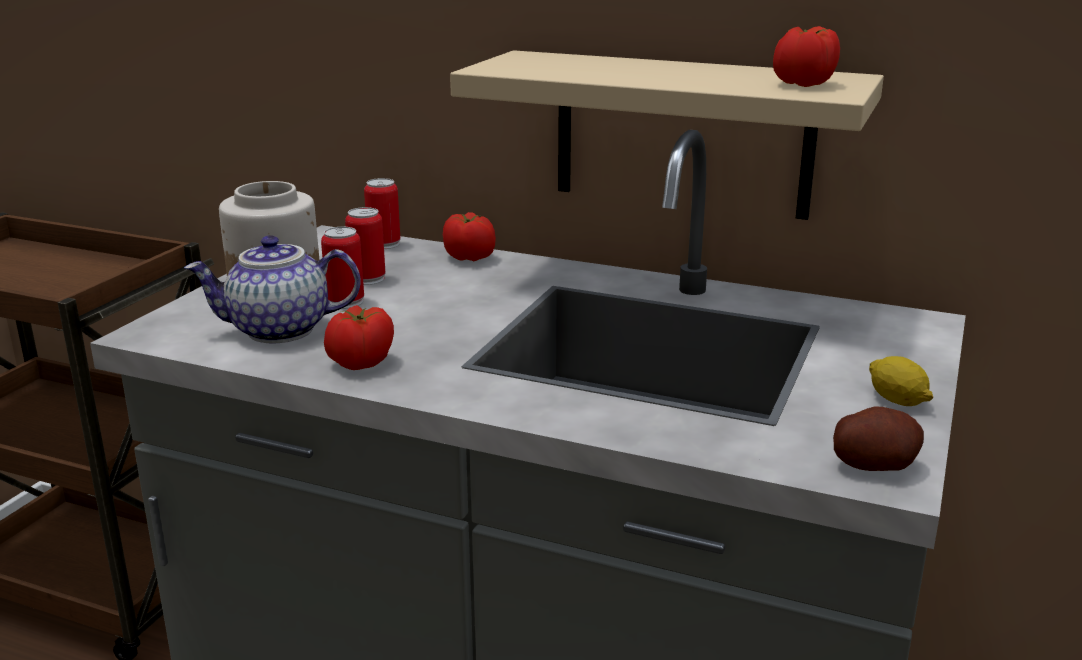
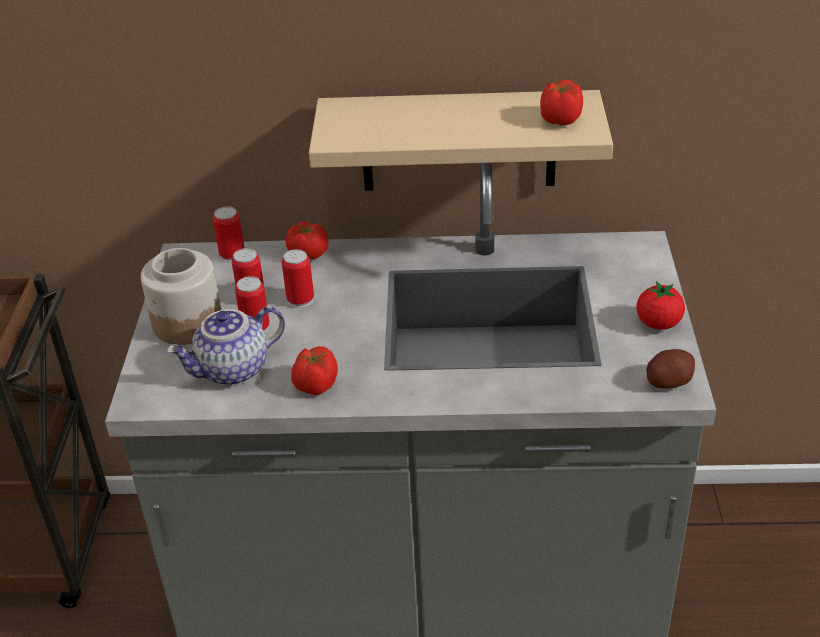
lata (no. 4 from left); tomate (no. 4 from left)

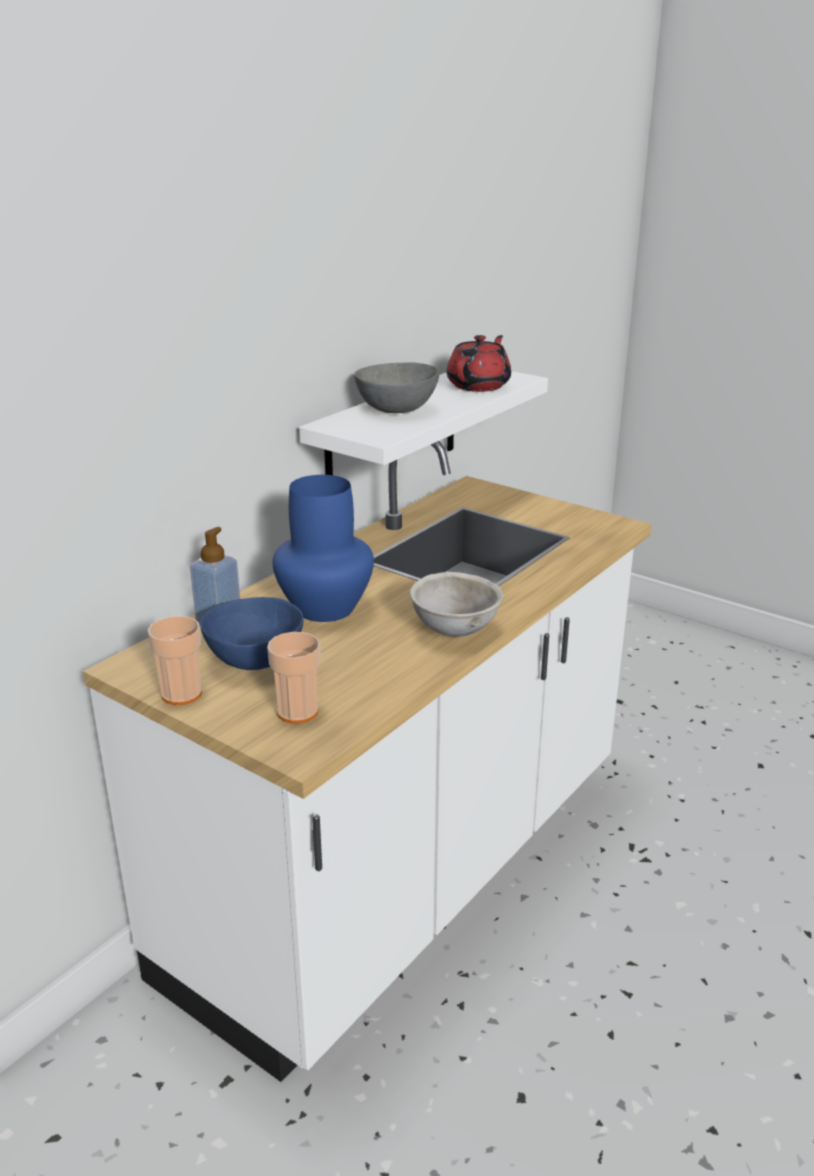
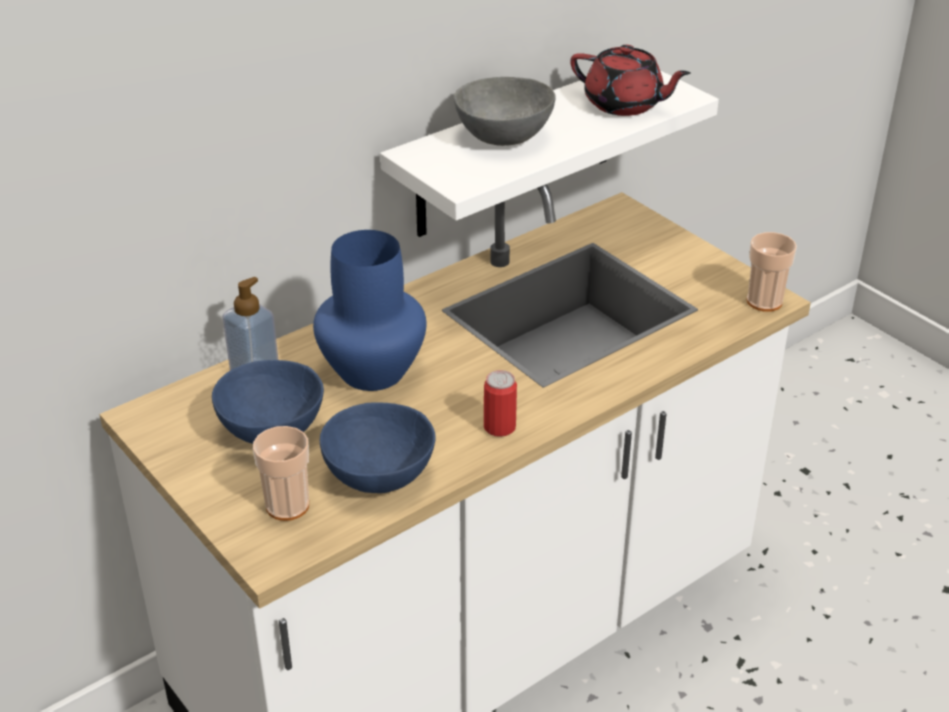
cuenco [azul] (no. 2 from left); taza (no. 2 from left); lata; tetera [rojo]

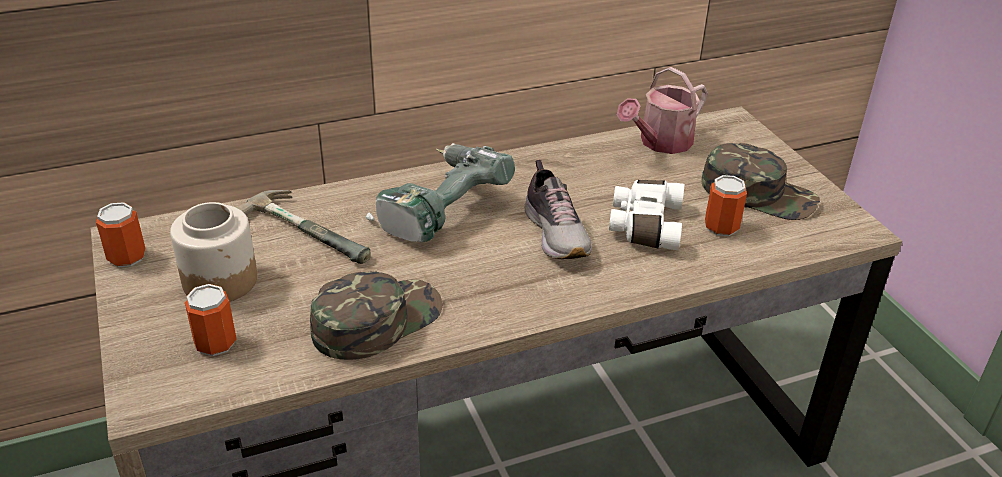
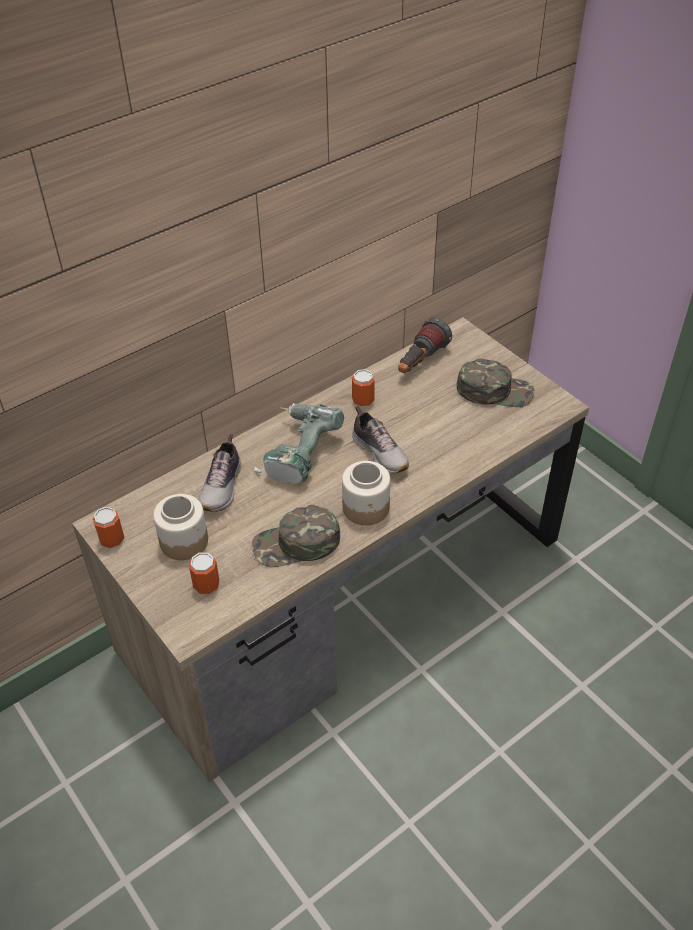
prismáticos [blanco]; tarro (no. 2 from left); lata (no. 3 from left); zapato (no. 1 from left); linterna; gorra [verde] (no. 1 from left)

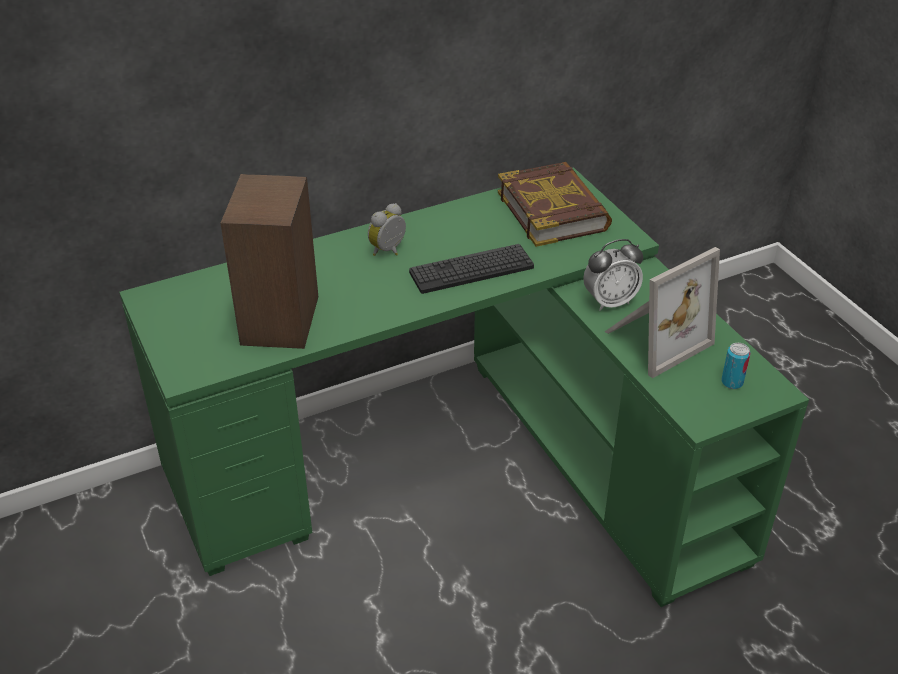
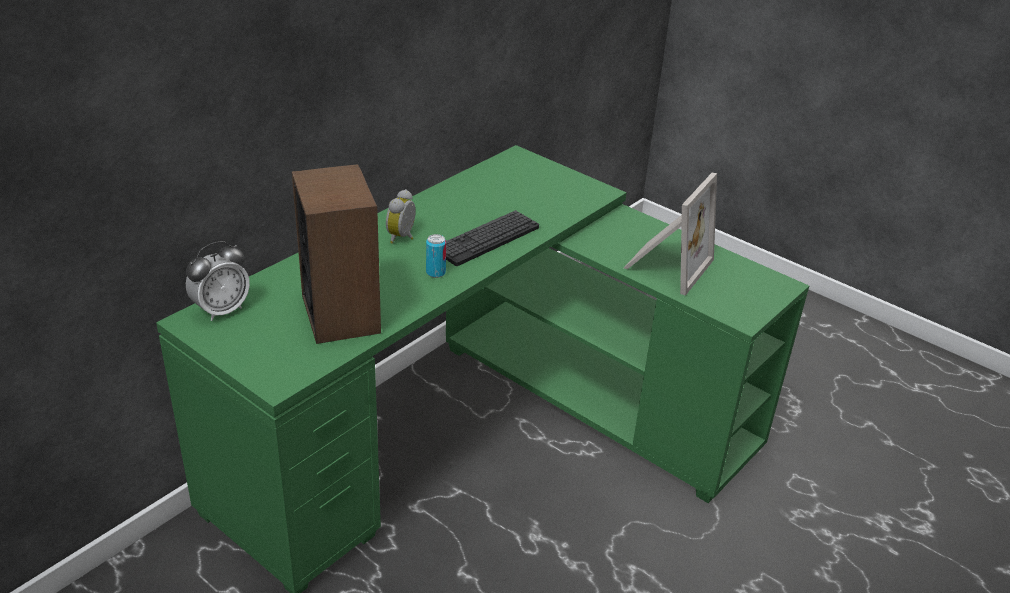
libro; despertador (no. 1 from left); lata

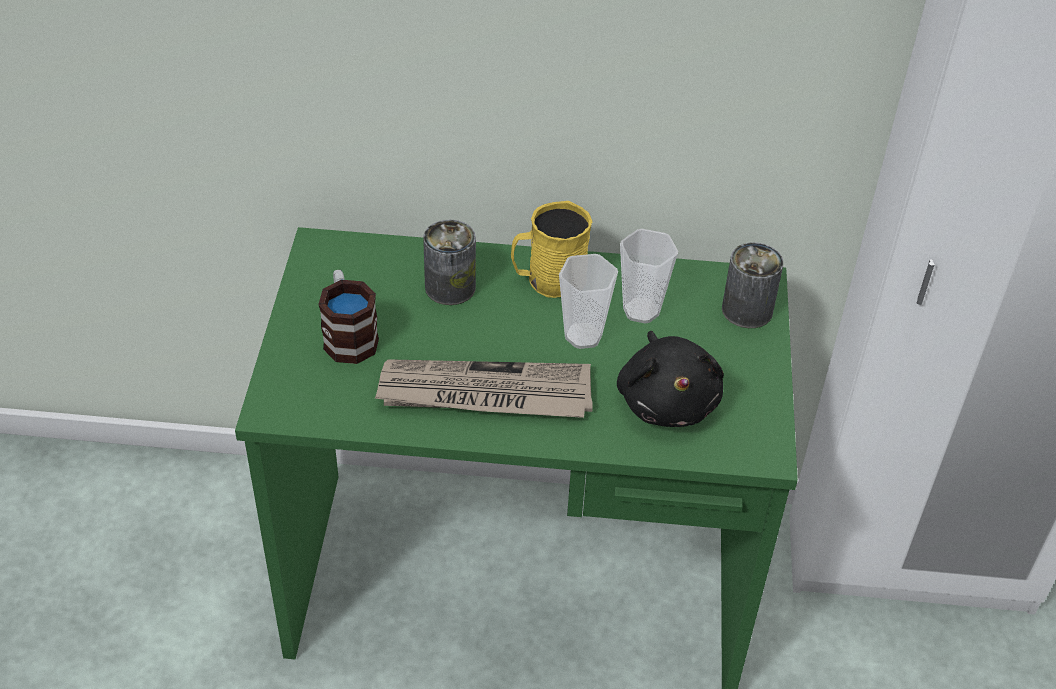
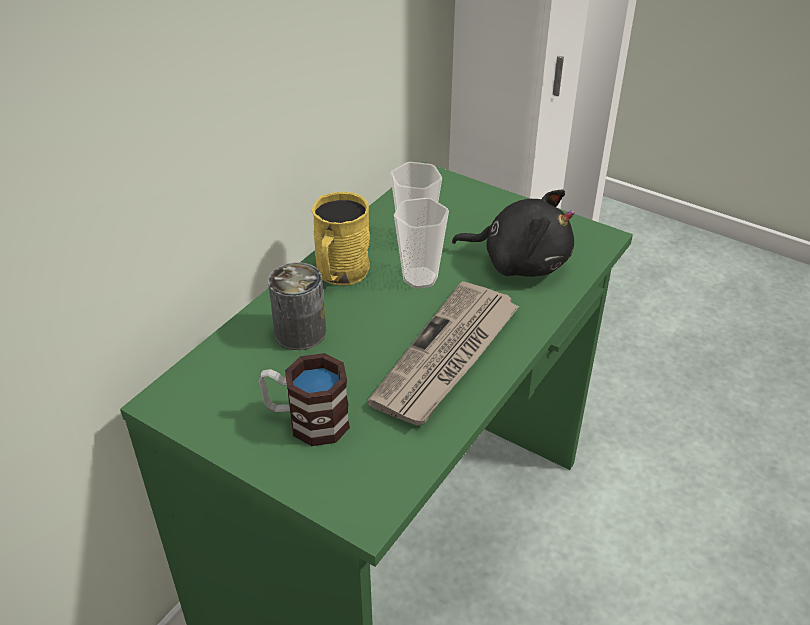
lata (no. 2 from left in the first image)

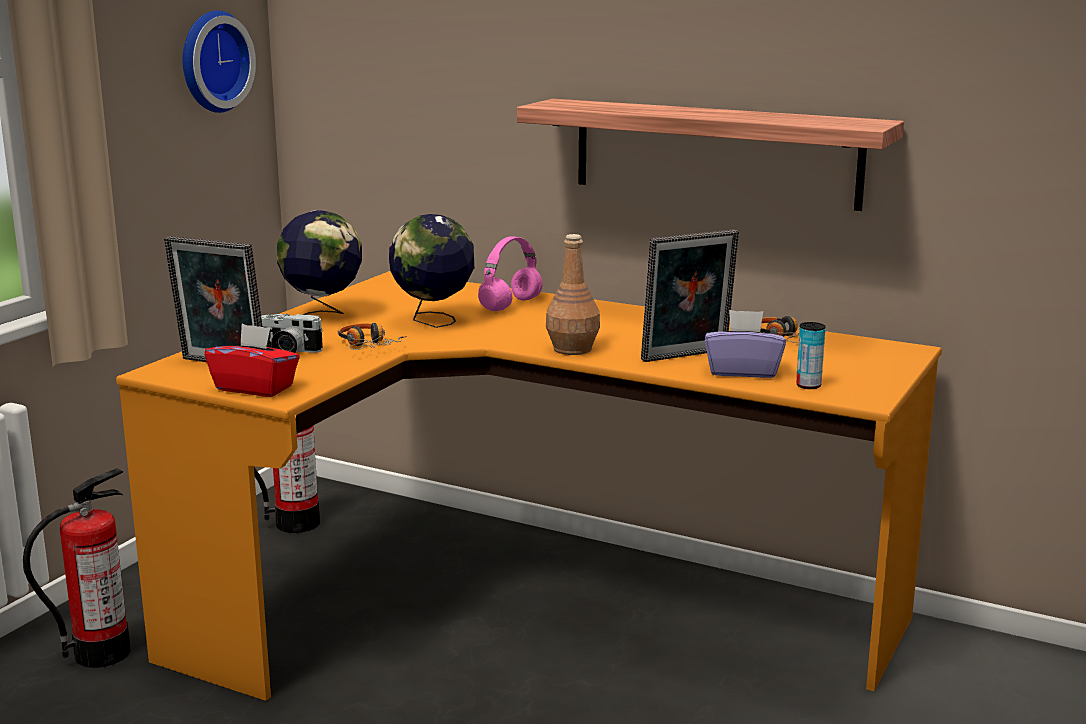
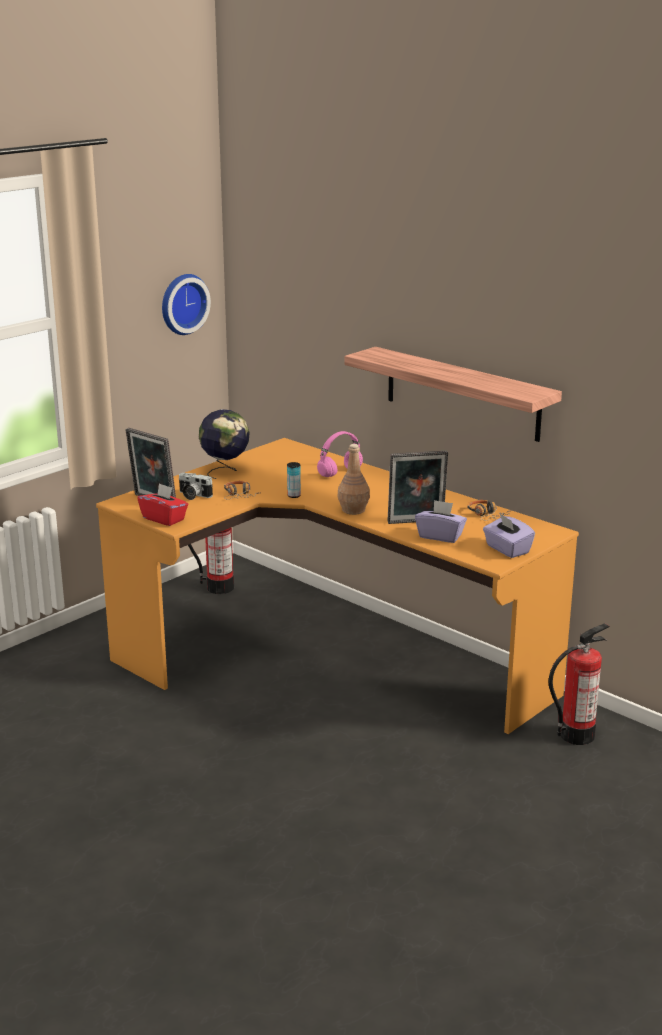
globo terráqueo (no. 2 from left in the first image); caja de pañuelos [morado] (no. 2 from left); extintor (no. 2 from left); lata

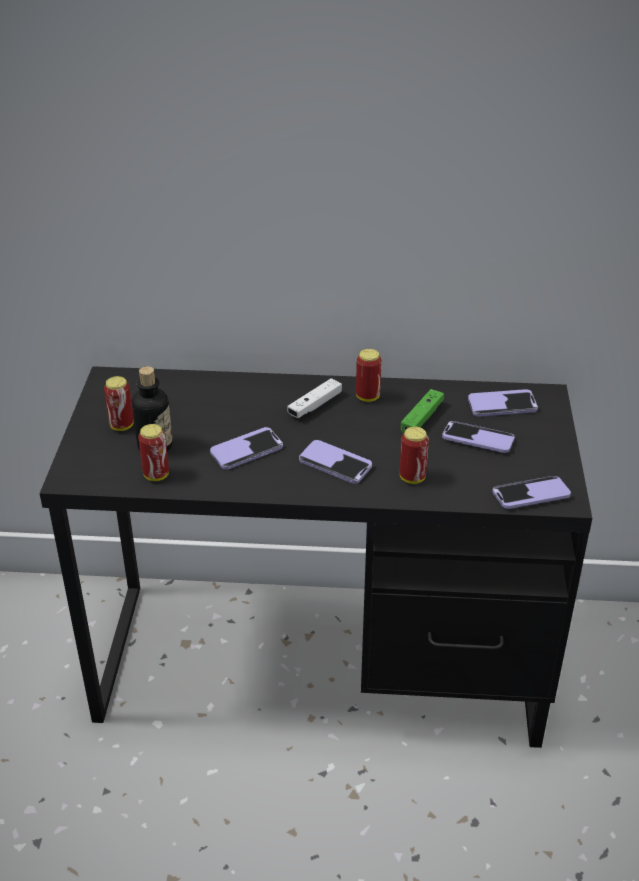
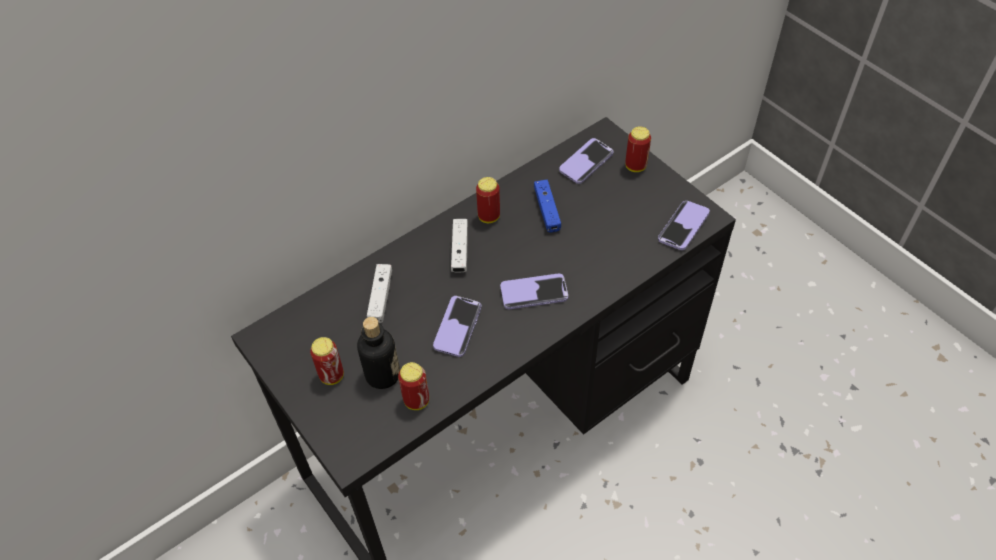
móvil (no. 3 from left in the first image); mando de consola [blanco] (no. 1 from left); lata (no. 4 from left); mando de consola [azul]

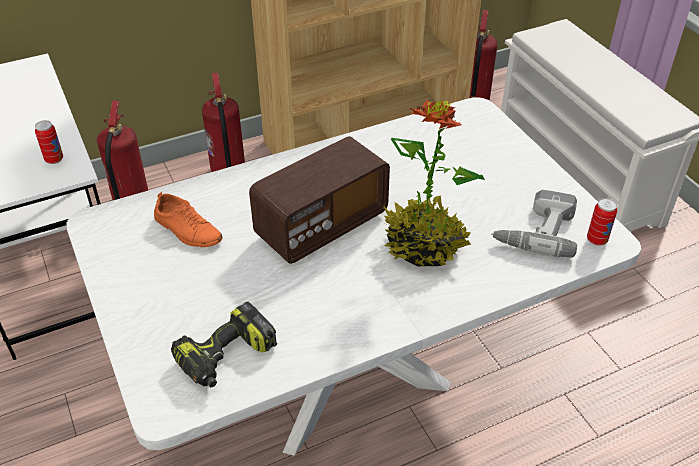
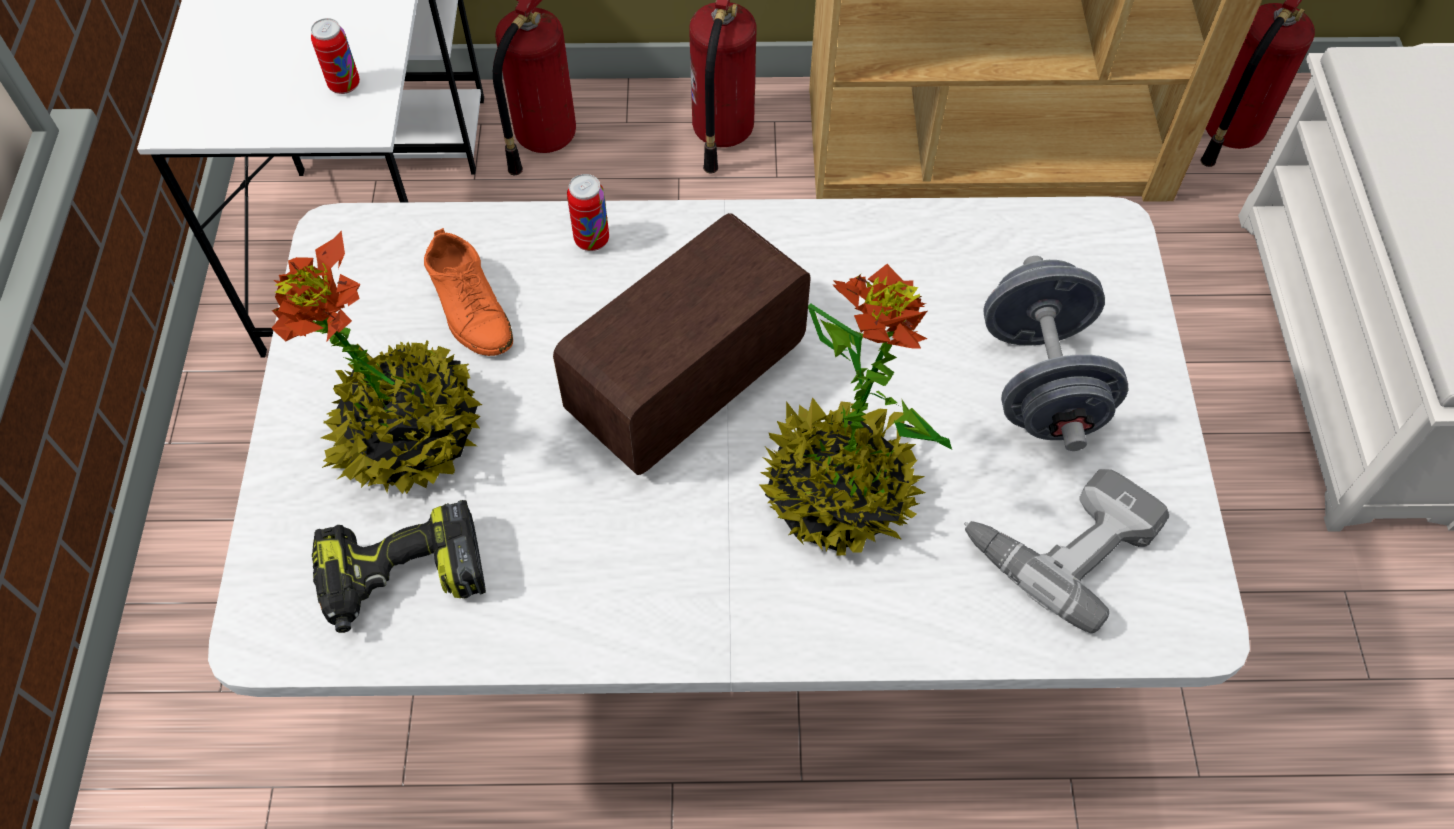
planta en maceta (no. 1 from left); mancuerna [gris]; lata (no. 2 from left); radio

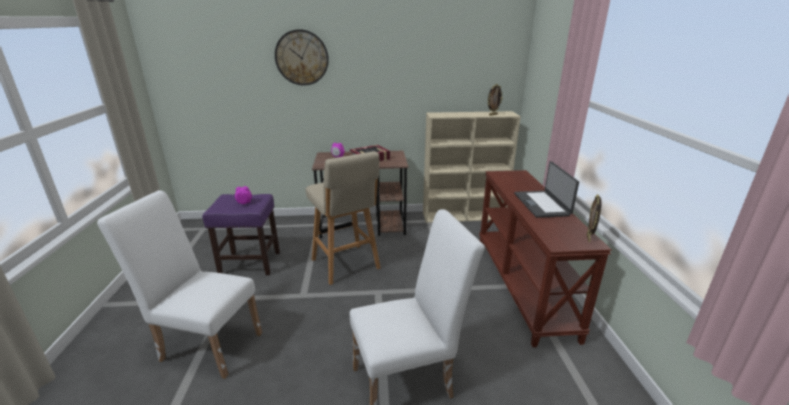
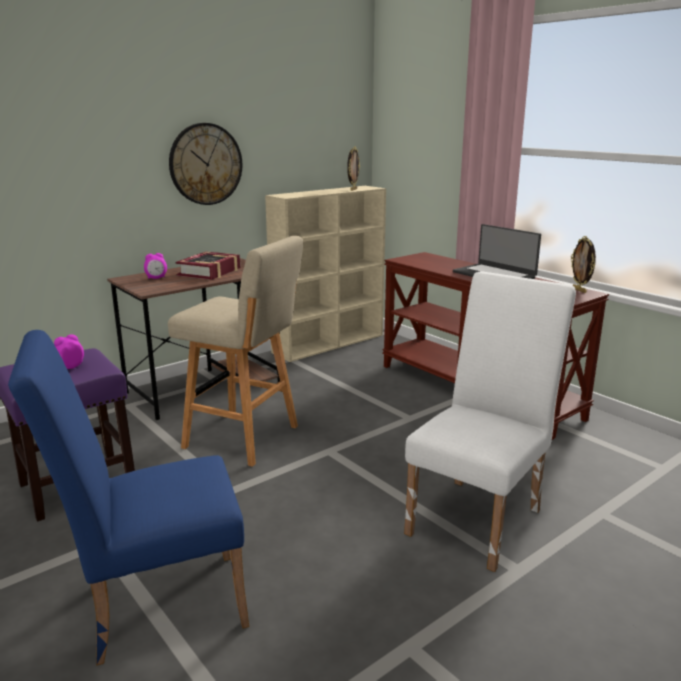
reloj de pared; silla [azul]

